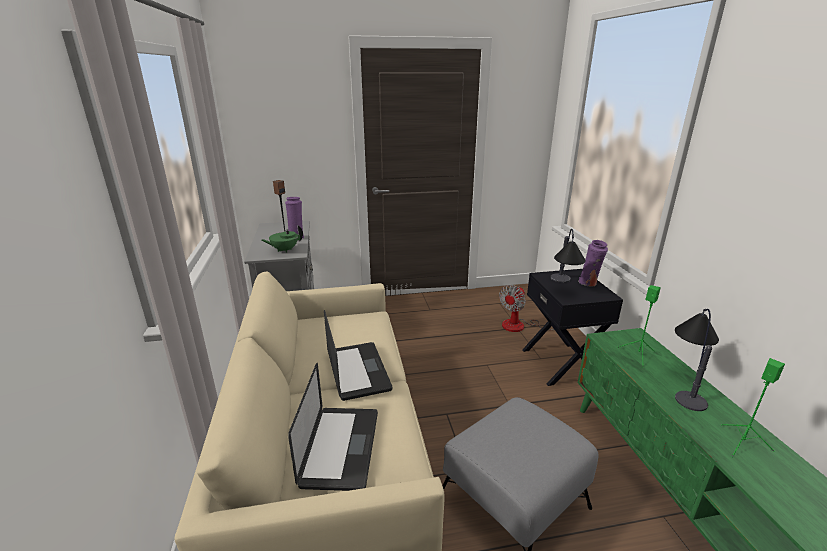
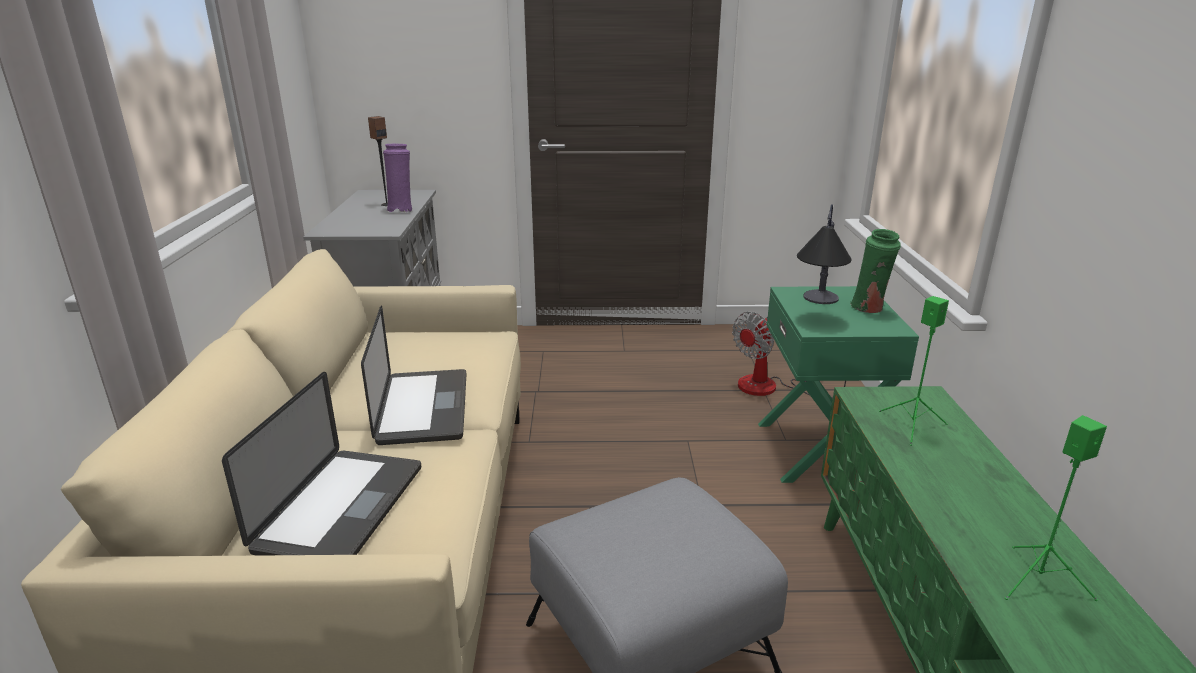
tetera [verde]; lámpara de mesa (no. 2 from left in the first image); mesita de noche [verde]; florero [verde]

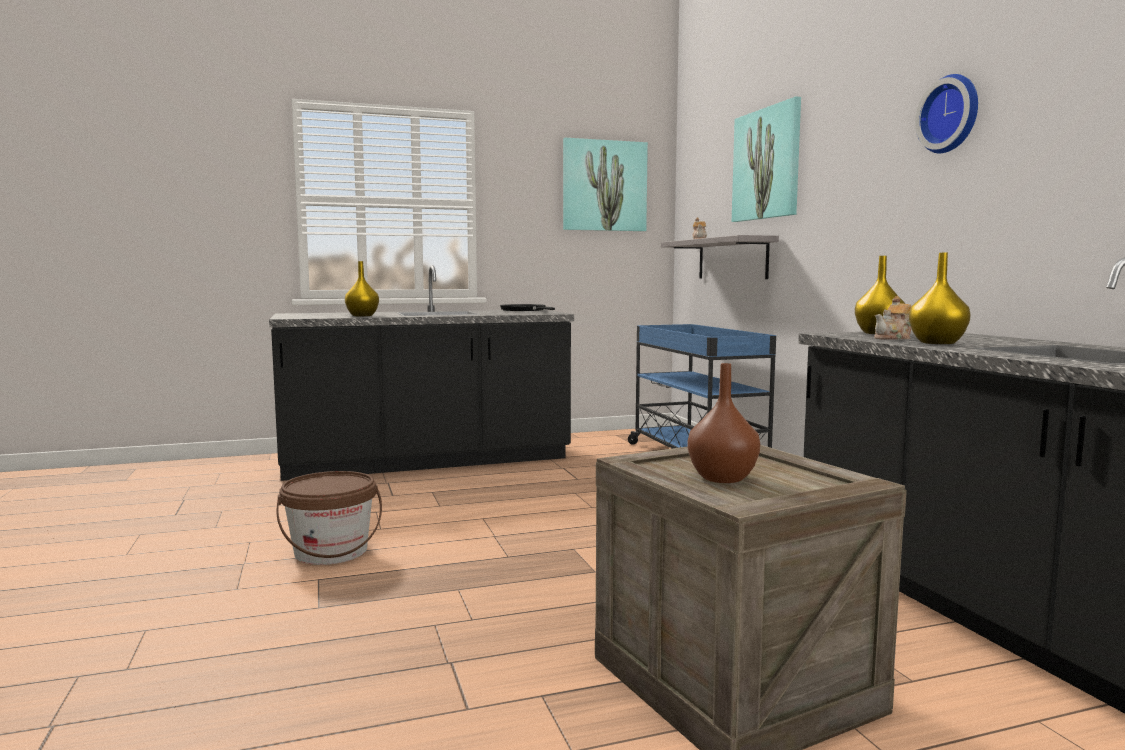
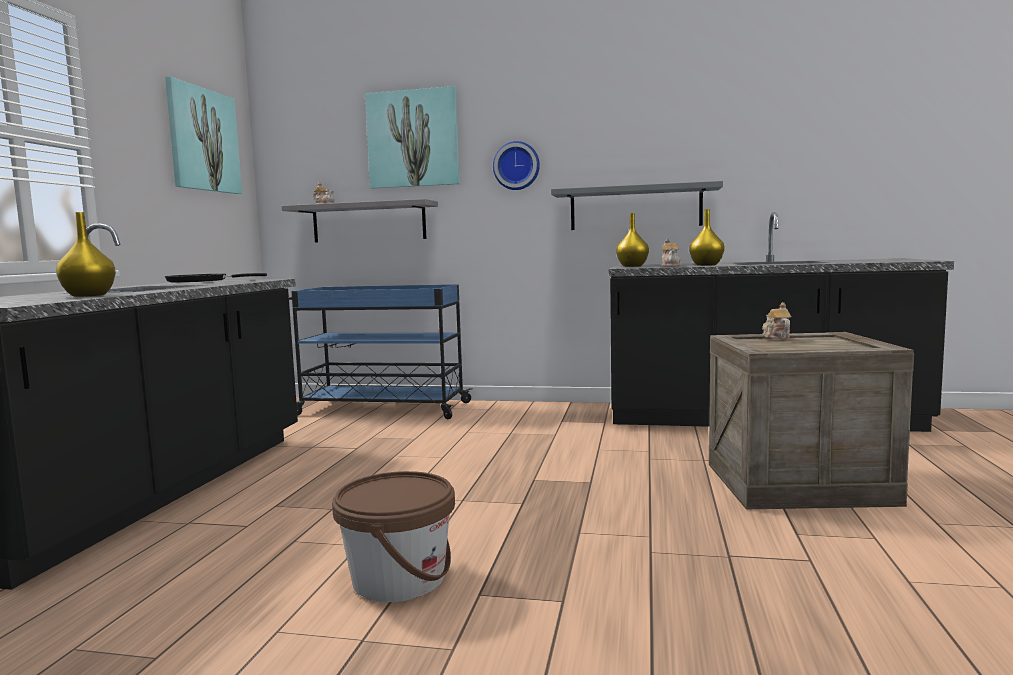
florero [marrón]; estante [gris] (no. 2 from left); tetera (no. 3 from left); reloj de pared

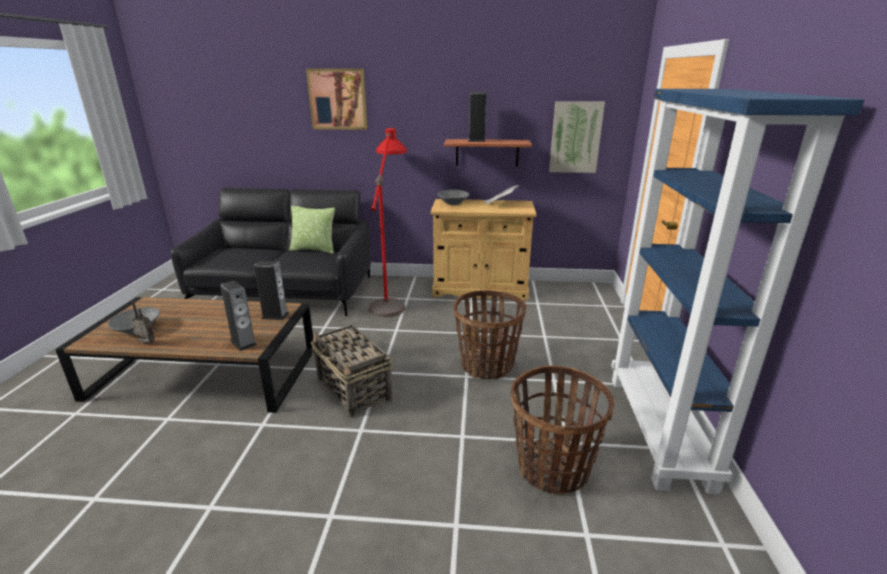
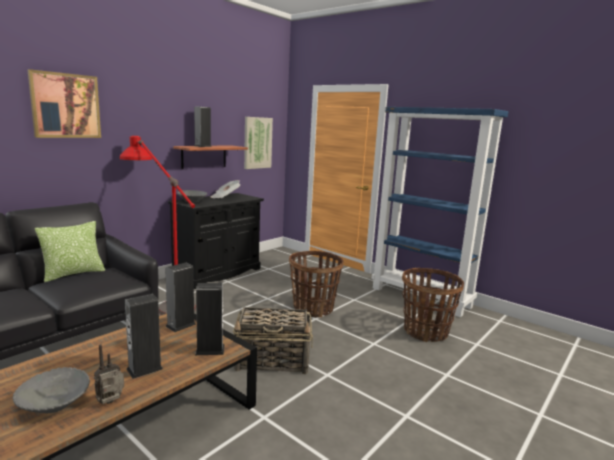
altavoz (no. 1 from left); armario [negro]

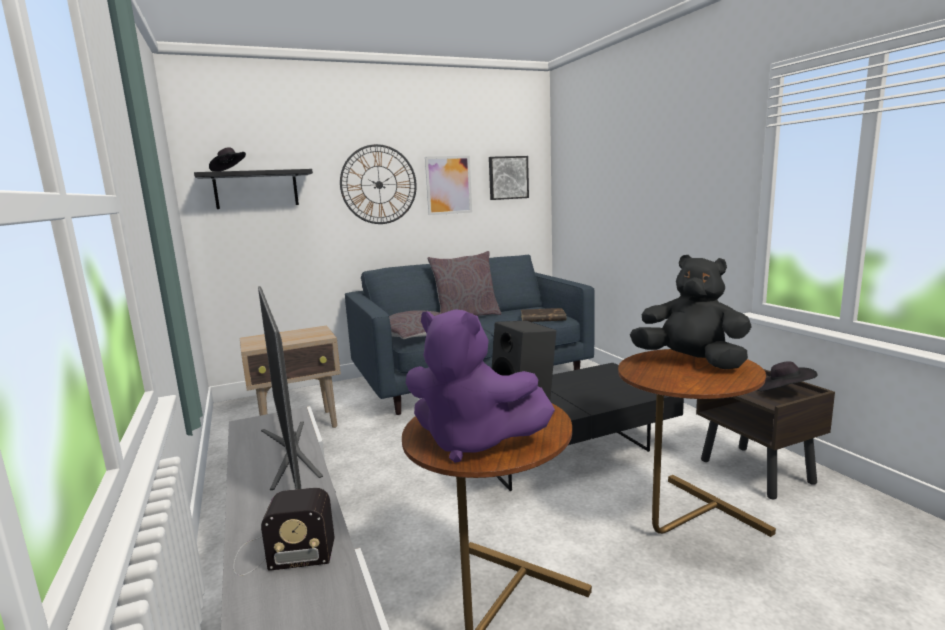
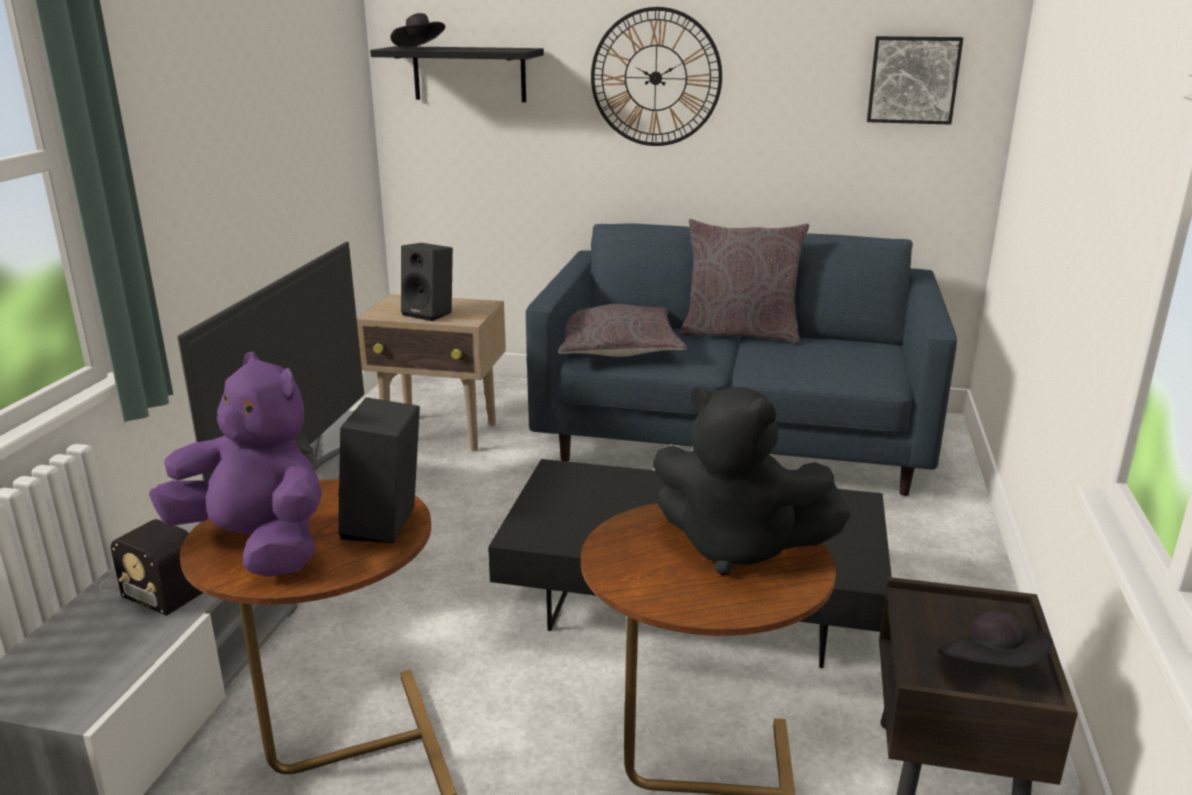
cuadro (no. 1 from left in the first image); libro [marrón]; altavoz [negro] (no. 2 from left); peluche [morado]; peluche [negro]

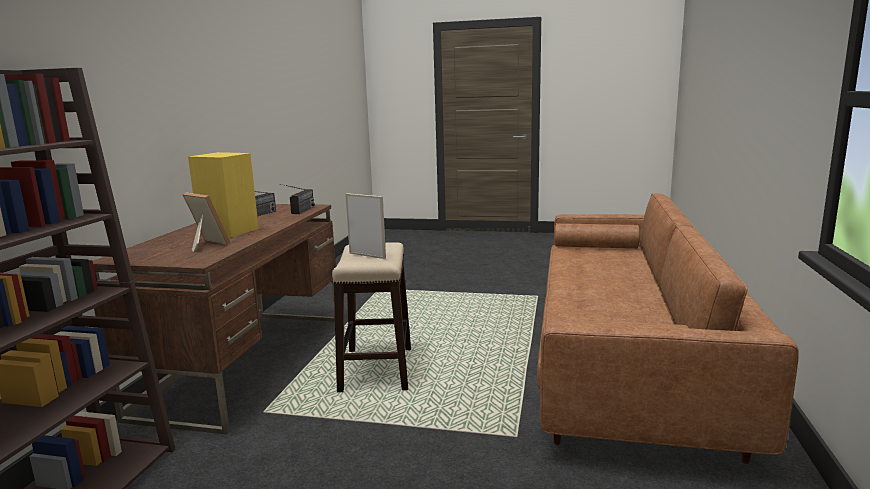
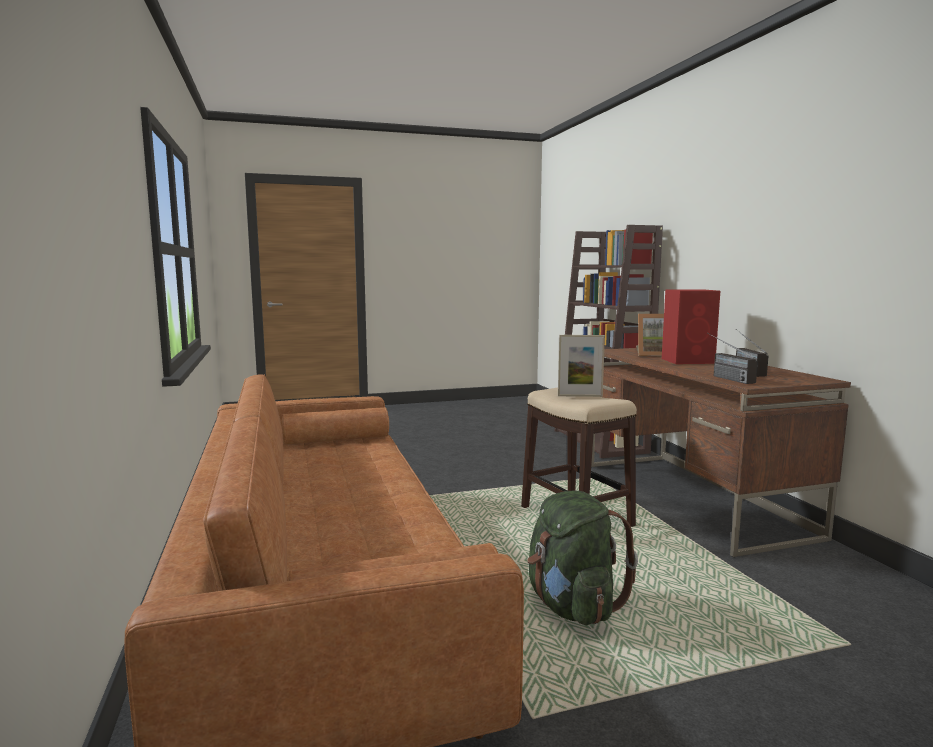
mochila [verde]; altavoz [rojo]

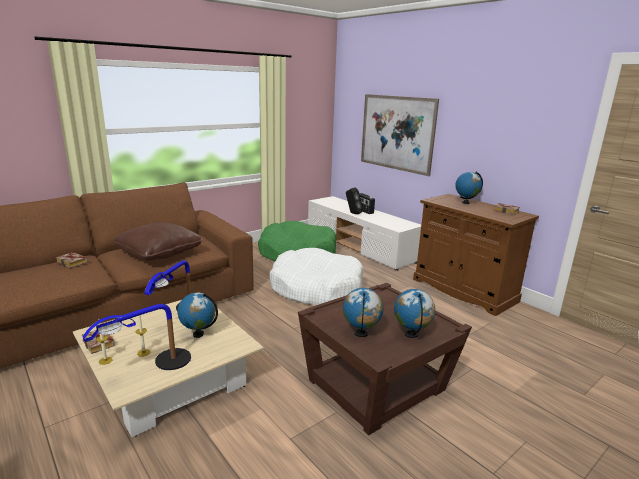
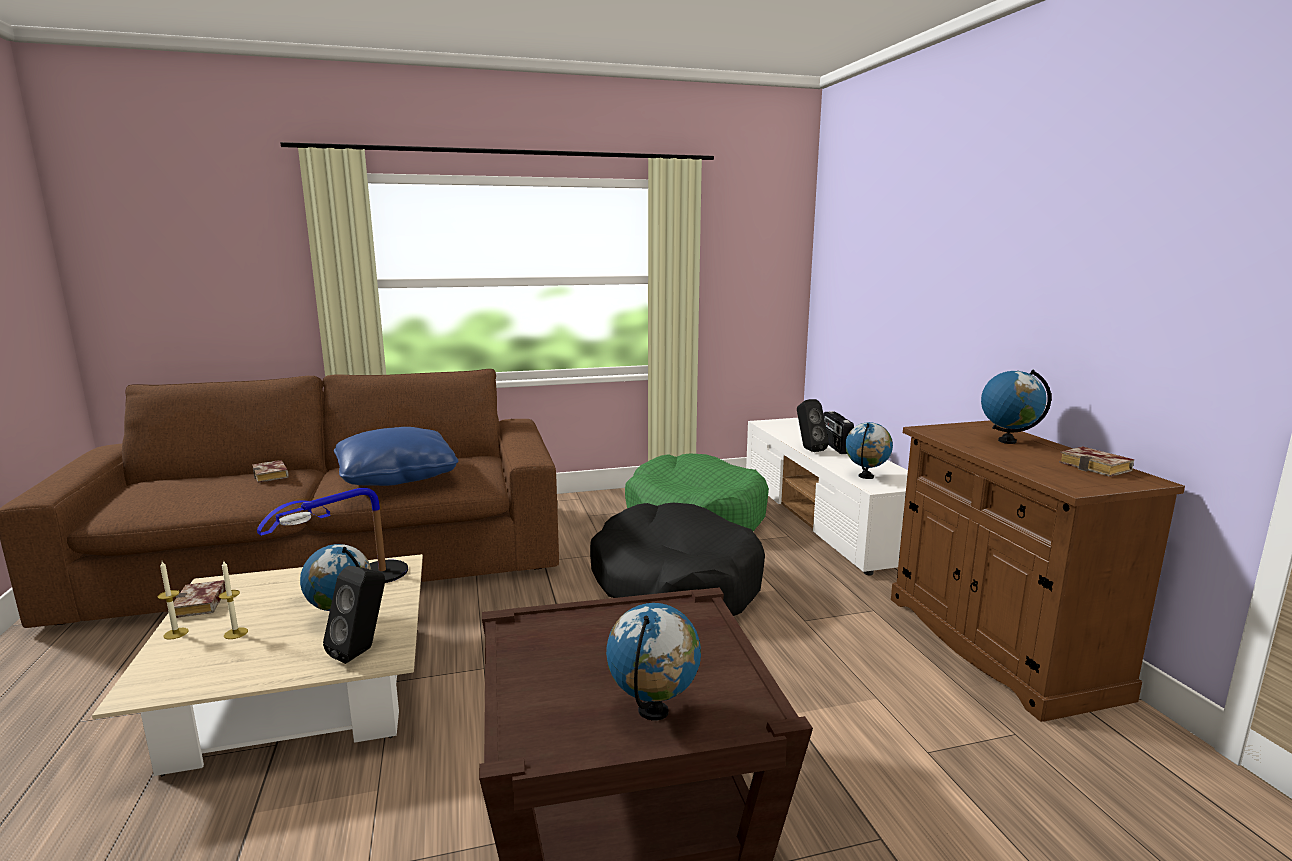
lámpara de mesa (no. 1 from left in the first image); cuadro; altavoz [negro] (no. 1 from left); globo terráqueo (no. 3 from left); cojín [azul]; cama para perro [negro]

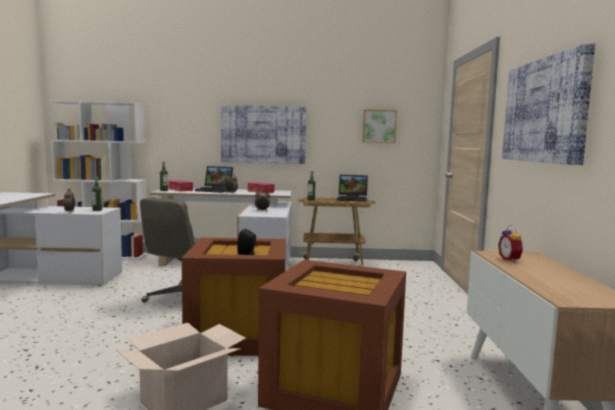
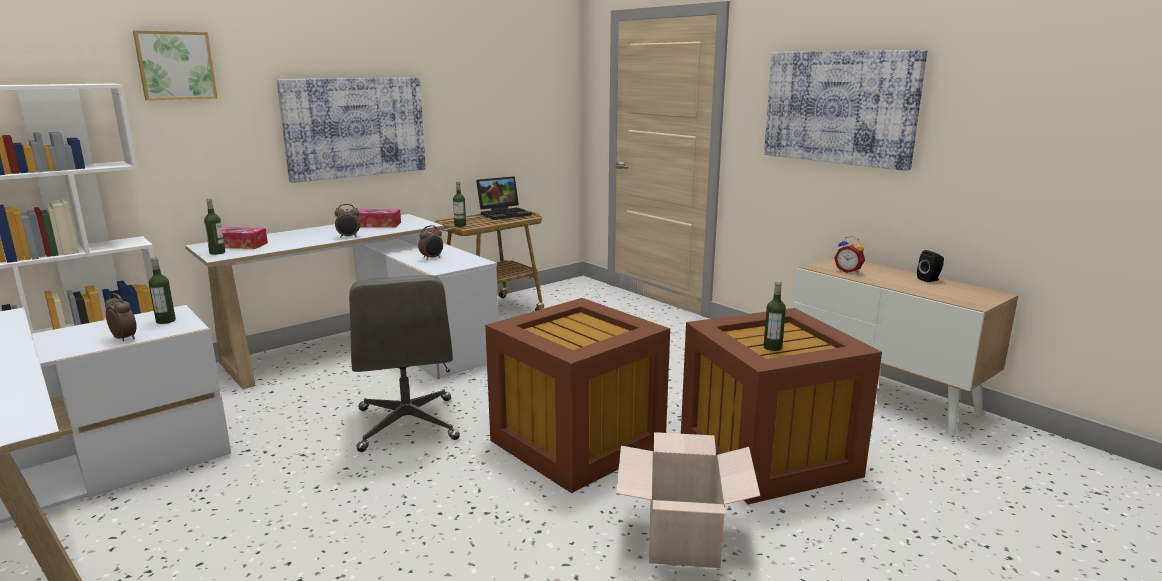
portátil (no. 1 from left in the first image); botella (no. 4 from left); altavoz [negro]; cuadro (no. 1 from left)

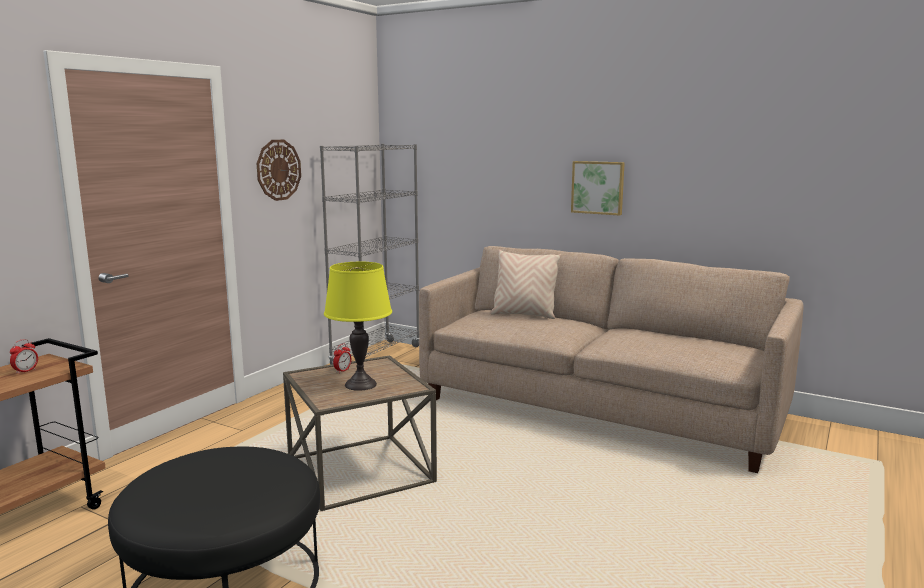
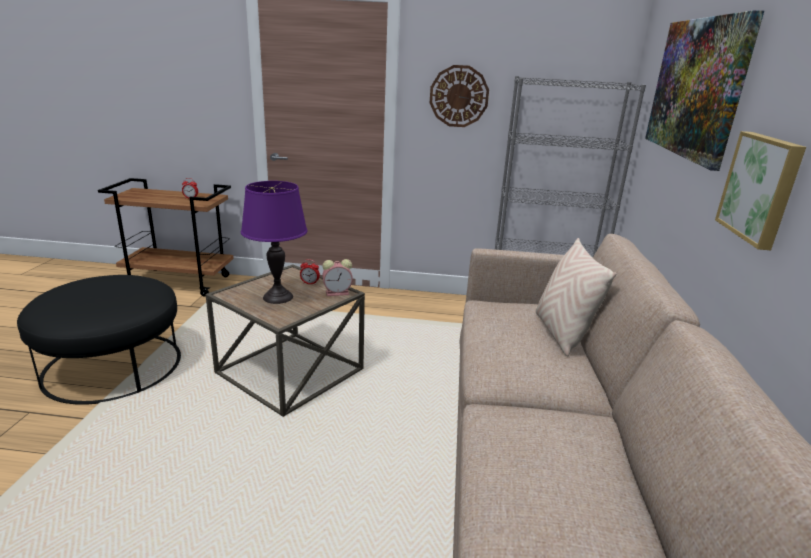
despertador (no. 3 from left); cuadro (no. 1 from left); lámpara de mesa [morado]

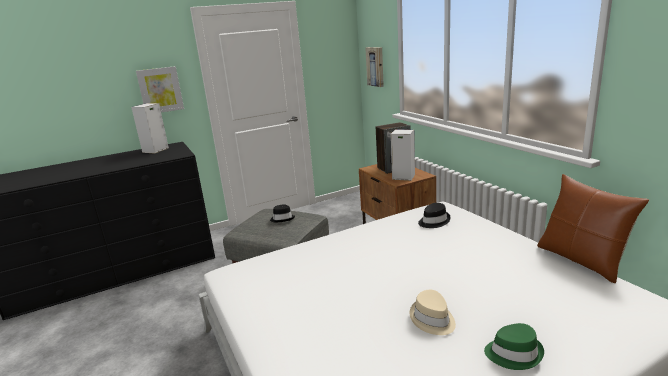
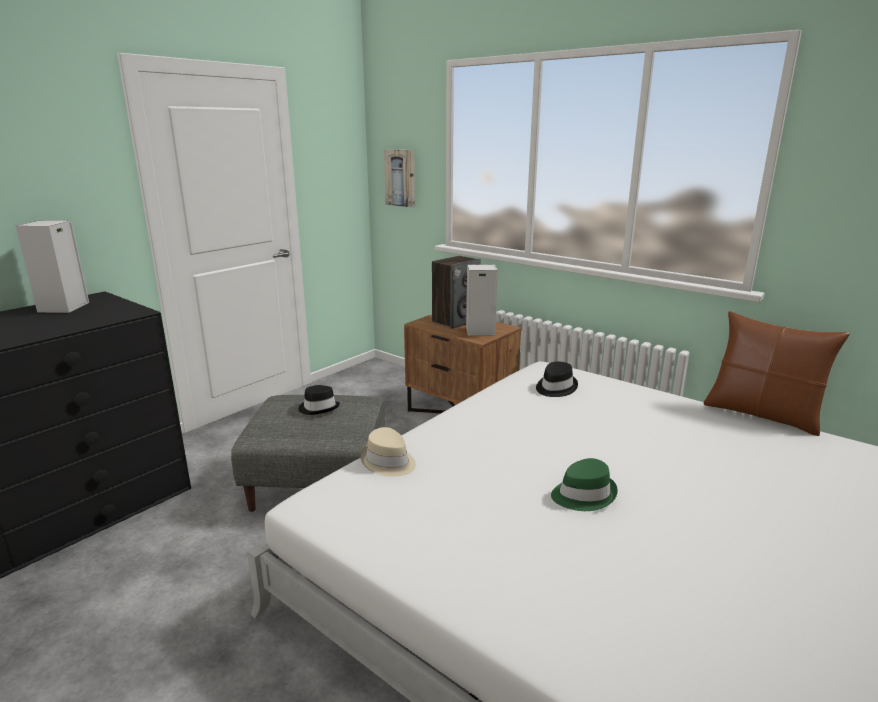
cuadro (no. 1 from left in the first image); sombrero [beis]; sombrero [verde]

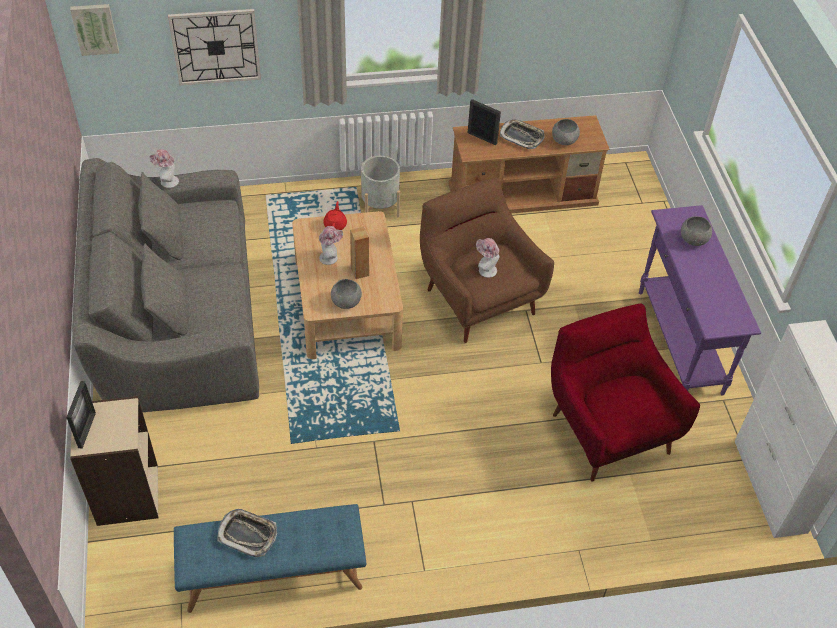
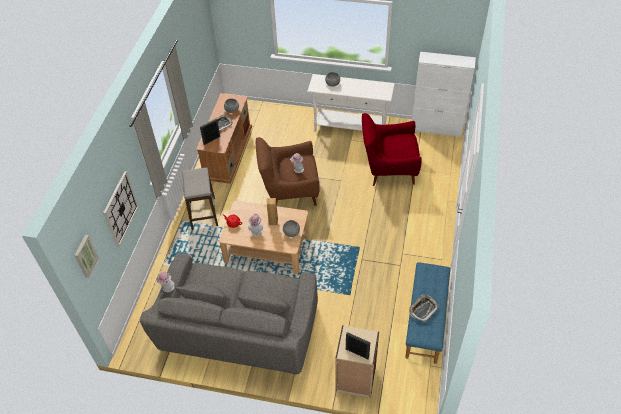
taburete; mesa consola [blanco]

